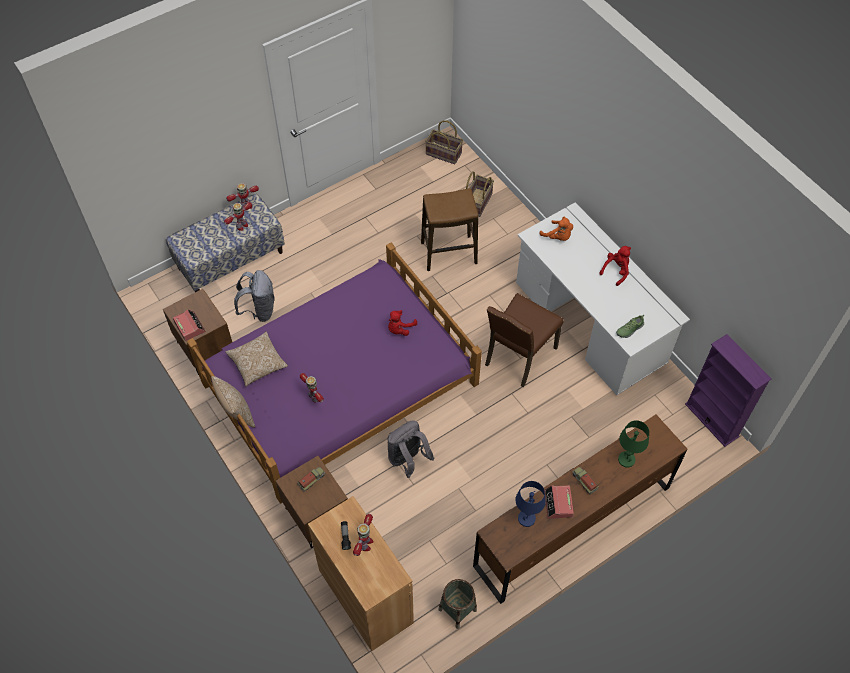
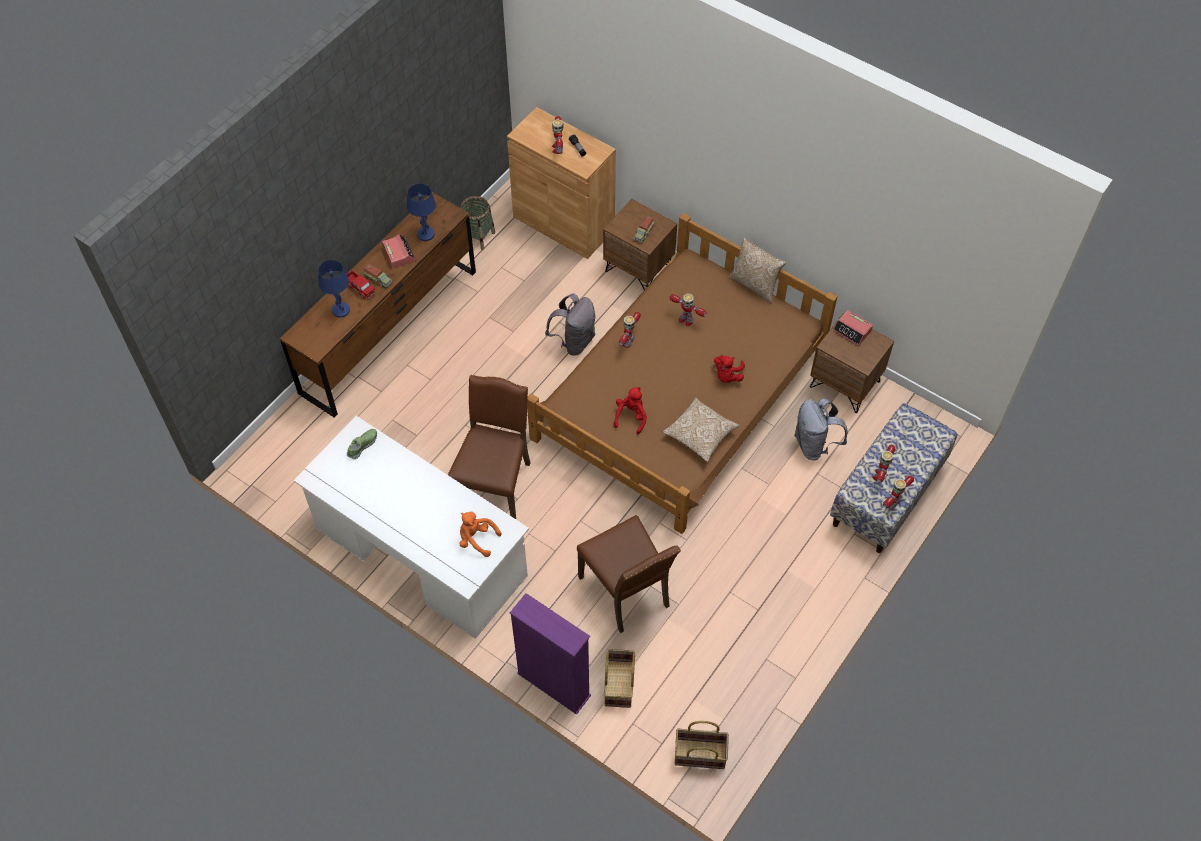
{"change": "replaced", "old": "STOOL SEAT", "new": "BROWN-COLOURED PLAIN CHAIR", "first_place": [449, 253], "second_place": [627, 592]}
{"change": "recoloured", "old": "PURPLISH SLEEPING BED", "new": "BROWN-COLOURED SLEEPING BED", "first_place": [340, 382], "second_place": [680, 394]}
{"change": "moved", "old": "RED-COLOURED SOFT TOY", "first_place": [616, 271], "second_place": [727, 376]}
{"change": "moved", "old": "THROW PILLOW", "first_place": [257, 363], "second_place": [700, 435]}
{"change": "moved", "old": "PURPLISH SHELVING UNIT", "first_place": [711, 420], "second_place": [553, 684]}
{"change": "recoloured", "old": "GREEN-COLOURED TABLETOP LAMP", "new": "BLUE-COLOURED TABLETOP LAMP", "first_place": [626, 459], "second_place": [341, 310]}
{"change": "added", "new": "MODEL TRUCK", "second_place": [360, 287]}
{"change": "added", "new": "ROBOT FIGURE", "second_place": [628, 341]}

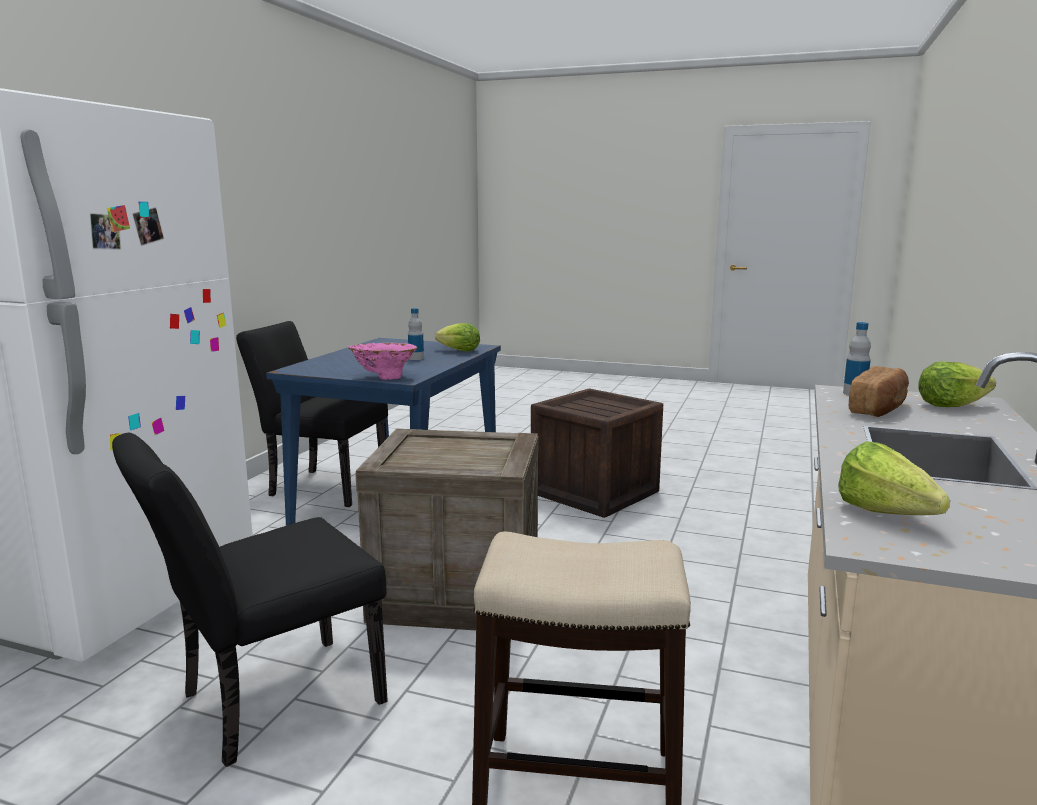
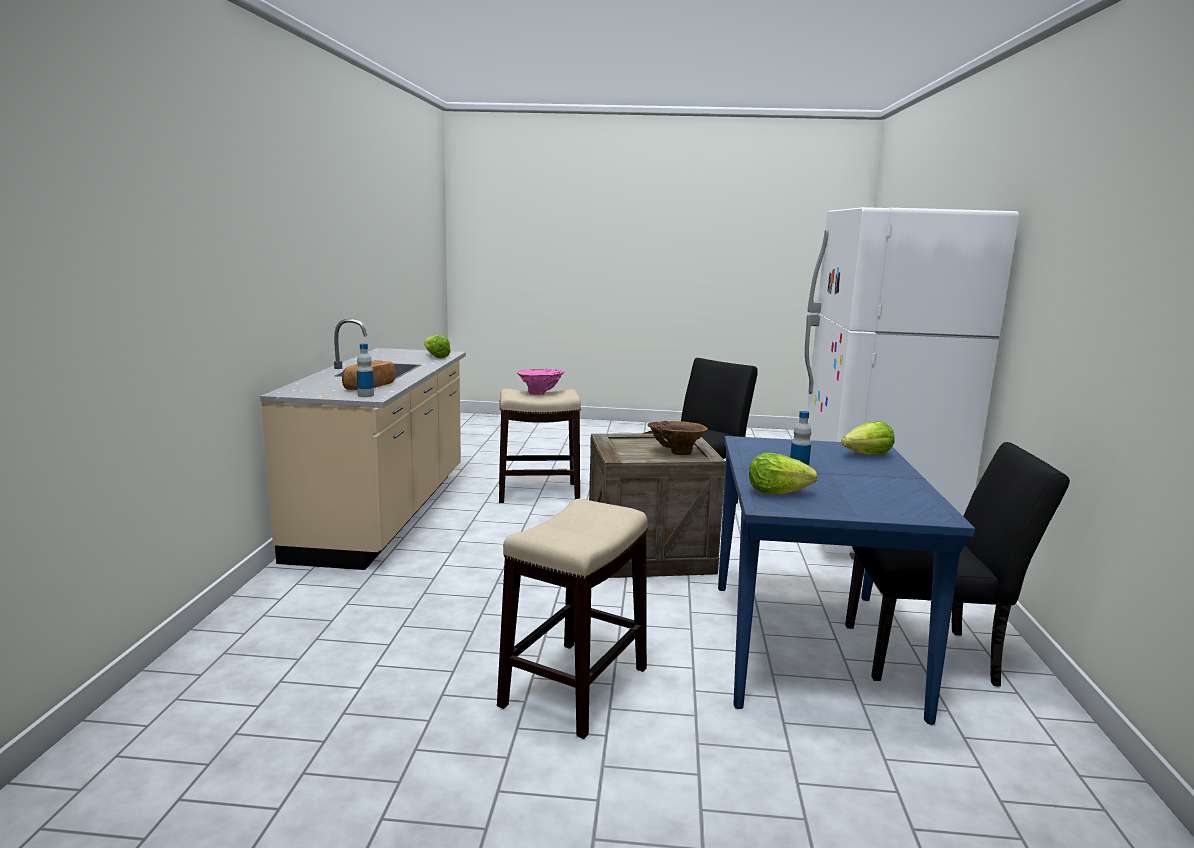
{"change": "moved", "old": "PINKISH VASE", "first_place": [384, 377], "second_place": [541, 394]}
{"change": "moved", "old": "HEAD OF LETTUCE", "first_place": [950, 405], "second_place": [868, 455]}
{"change": "replaced", "old": "SHIPPING CRATE", "new": "STOOL SEAT", "first_place": [595, 493], "second_place": [575, 686]}
{"change": "added", "new": "BROWN-COLOURED VASE", "second_place": [676, 452]}

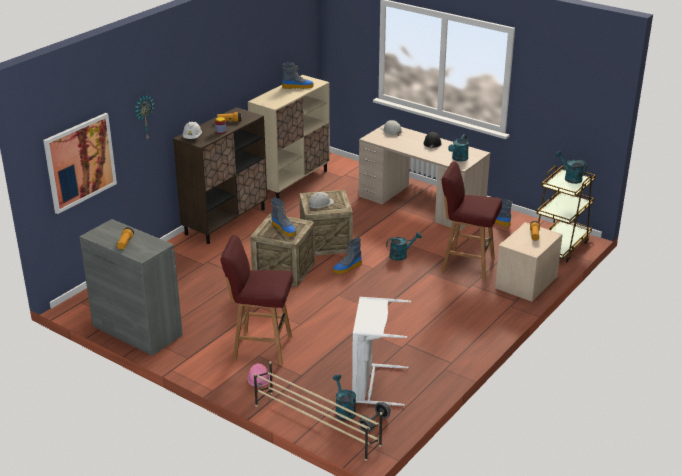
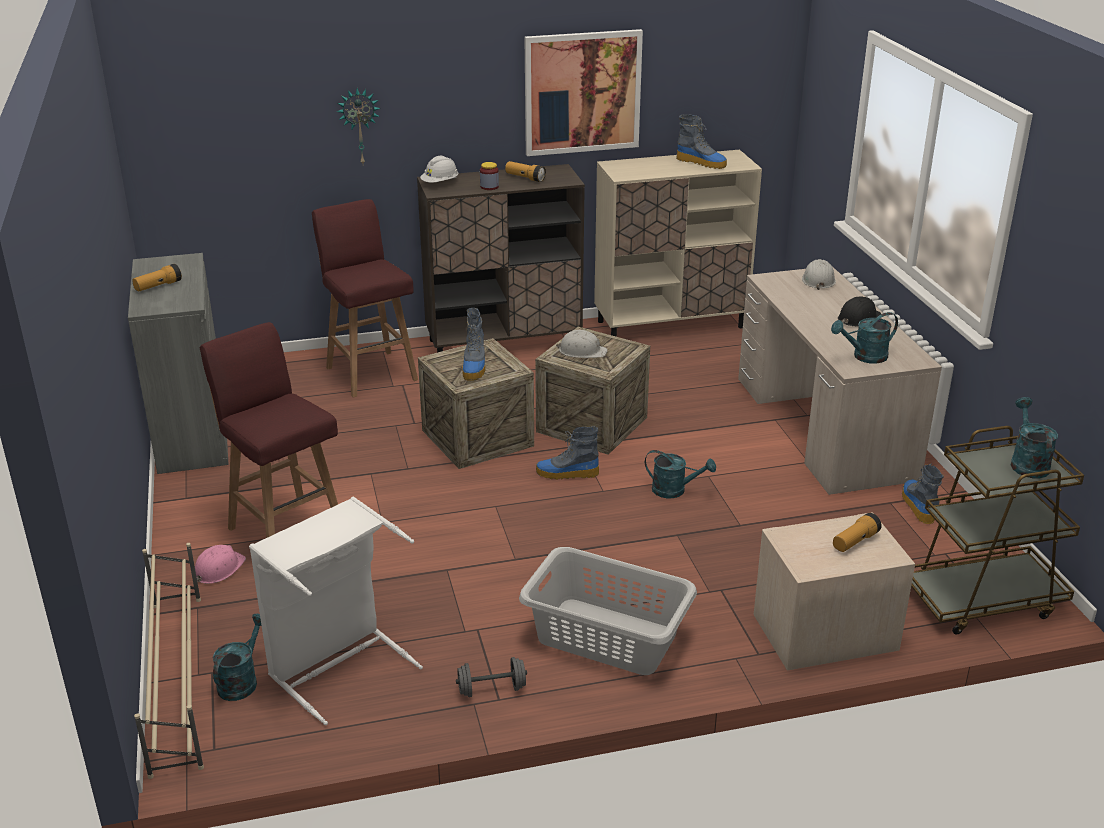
{"change": "moved", "old": "WALL ART", "first_place": [80, 162], "second_place": [582, 92]}
{"change": "moved", "old": "RED-COLOURED STOOL SEAT", "first_place": [466, 265], "second_place": [371, 372]}
{"change": "moved", "old": "GREY FREE WEIGHT", "first_place": [374, 423], "second_place": [492, 689]}
{"change": "added", "new": "GREY WASHING BASKET", "second_place": [607, 637]}

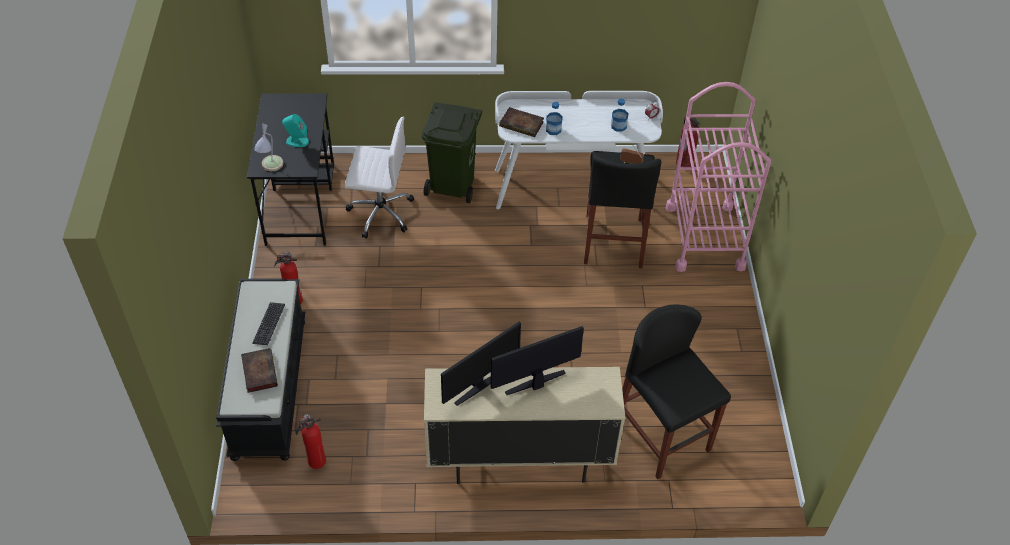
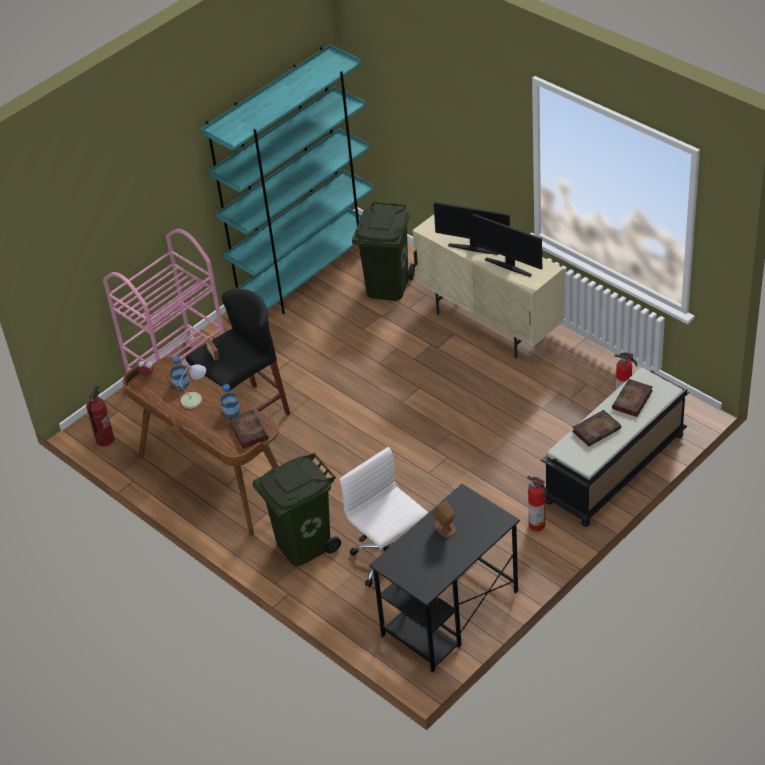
{"change": "recoloured", "old": "WHITE DESK TABLE", "new": "BROWN-COLOURED DESK TABLE", "first_place": [572, 187], "second_place": [214, 478]}
{"change": "recoloured", "old": "BLUE-GREEN AUDIO SPEAKER", "new": "BROWN-COLOURED AUDIO SPEAKER", "first_place": [297, 141], "second_place": [445, 528]}
{"change": "moved", "old": "TABLETOP LAMP", "first_place": [270, 167], "second_place": [196, 398]}
{"change": "replaced", "old": "KEYBOARD", "new": "BOOK", "first_place": [269, 324], "second_place": [597, 429]}
{"change": "replaced", "old": "BLACK STOOL SEAT", "new": "GREEN-COLOURED WASTE BIN", "first_place": [662, 436], "second_place": [386, 286]}
{"change": "turned", "old": "COMPUTER DISPLAY", "first_place": [479, 385], "second_place": [508, 266], "degrees": -150}
{"change": "added", "new": "BLUE-GREEN SHELVING UNIT", "second_place": [307, 274]}

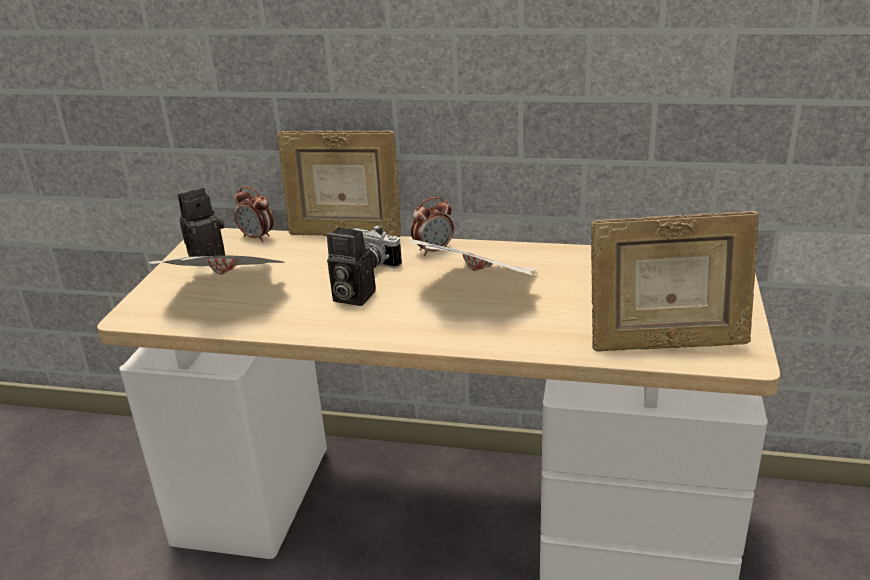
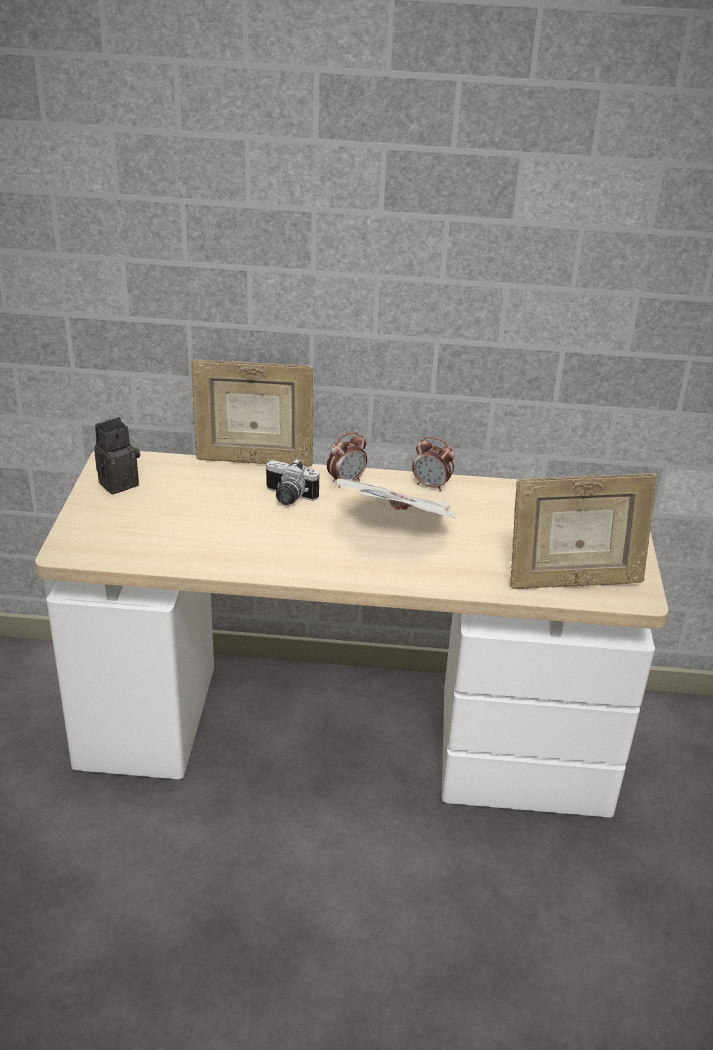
{"change": "moved", "old": "TABLE CLOCK", "first_place": [257, 237], "second_place": [431, 486]}
{"change": "removed", "old": "PHOTO CAMERA", "first_place": [350, 297]}
{"change": "removed", "old": "NEWSPAPER", "first_place": [229, 292]}

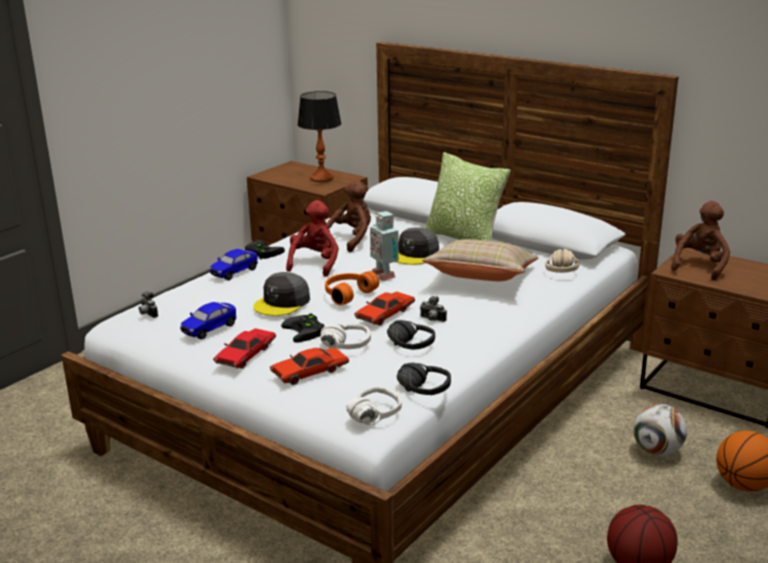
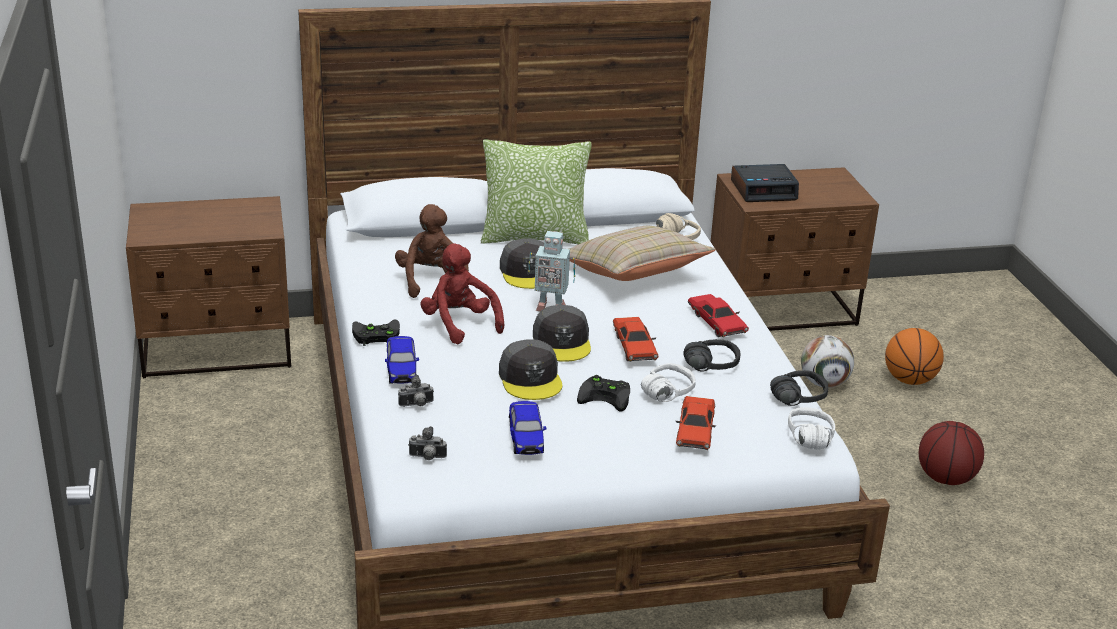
{"change": "removed", "old": "TABLETOP LAMP", "first_place": [321, 178]}
{"change": "replaced", "old": "BROWN-COLOURED SOFT TOY", "new": "TABLE CLOCK", "first_place": [699, 266], "second_place": [764, 190]}
{"change": "replaced", "old": "ORANGEY HEADSET", "new": "GREY PEAKED CAP", "first_place": [347, 294], "second_place": [562, 342]}
{"change": "moved", "old": "PHOTO CAMERA", "first_place": [432, 320], "second_place": [416, 405]}
{"change": "moved", "old": "RED-COLOURED MINIATURE CAR", "first_place": [246, 355], "second_place": [716, 323]}

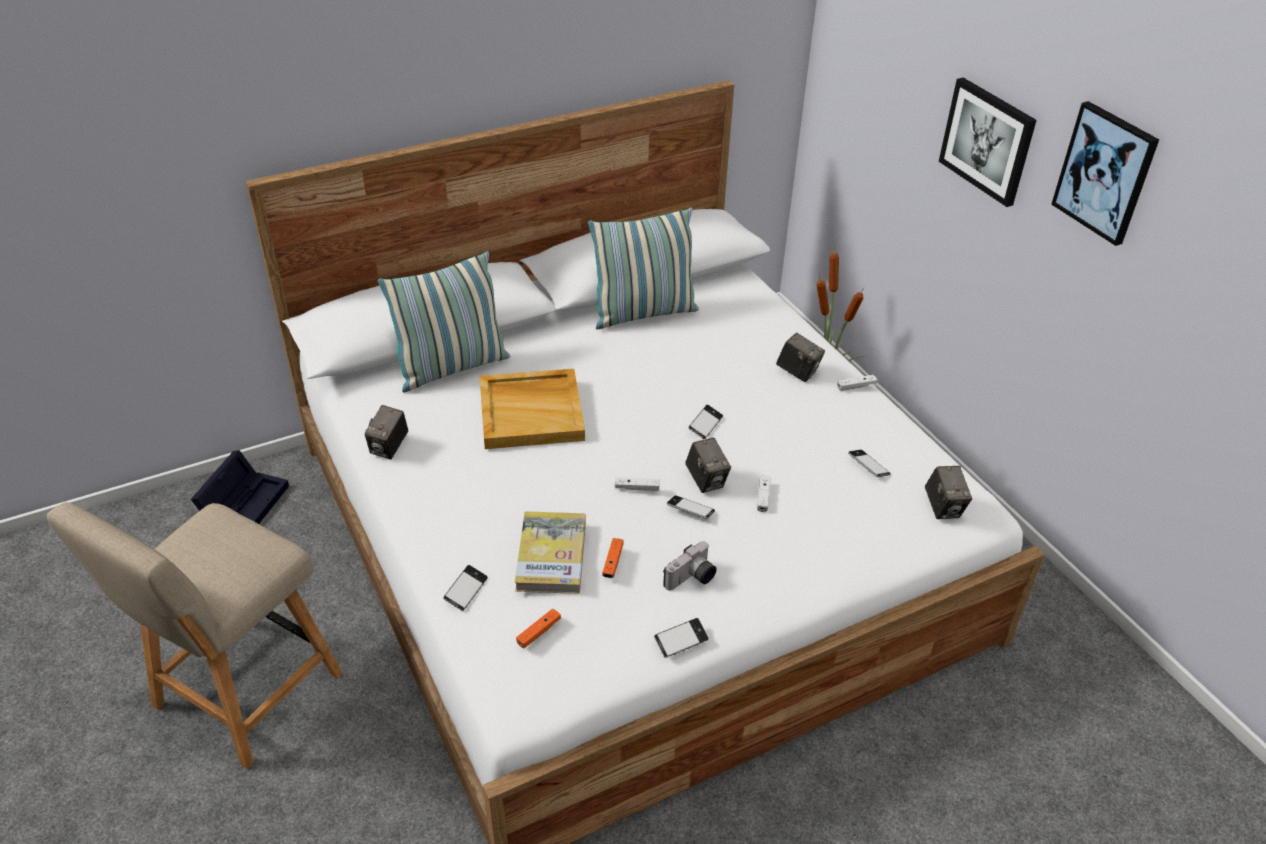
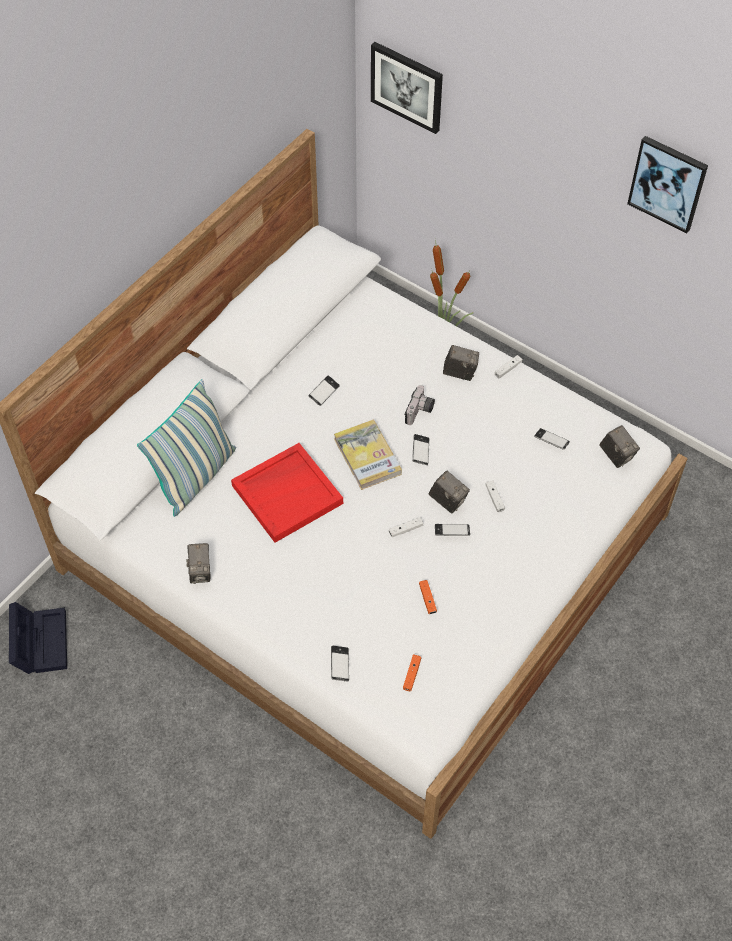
{"change": "moved", "old": "WALL ART", "first_place": [988, 141], "second_place": [407, 86]}
{"change": "removed", "old": "THROW PILLOW", "first_place": [643, 313]}
{"change": "recoloured", "old": "BEIGE TRAY", "new": "RED-COLOURED TRAY", "first_place": [532, 412], "second_place": [287, 493]}
{"change": "removed", "old": "BEIGE PLAIN CHAIR", "first_place": [241, 696]}
{"change": "moved", "old": "BOOK", "first_place": [551, 555], "second_place": [367, 456]}
{"change": "moved", "old": "PHOTO CAMERA", "first_place": [692, 579], "second_place": [420, 412]}
{"change": "moved", "old": "HANDSET", "first_place": [681, 640], "second_place": [324, 392]}

